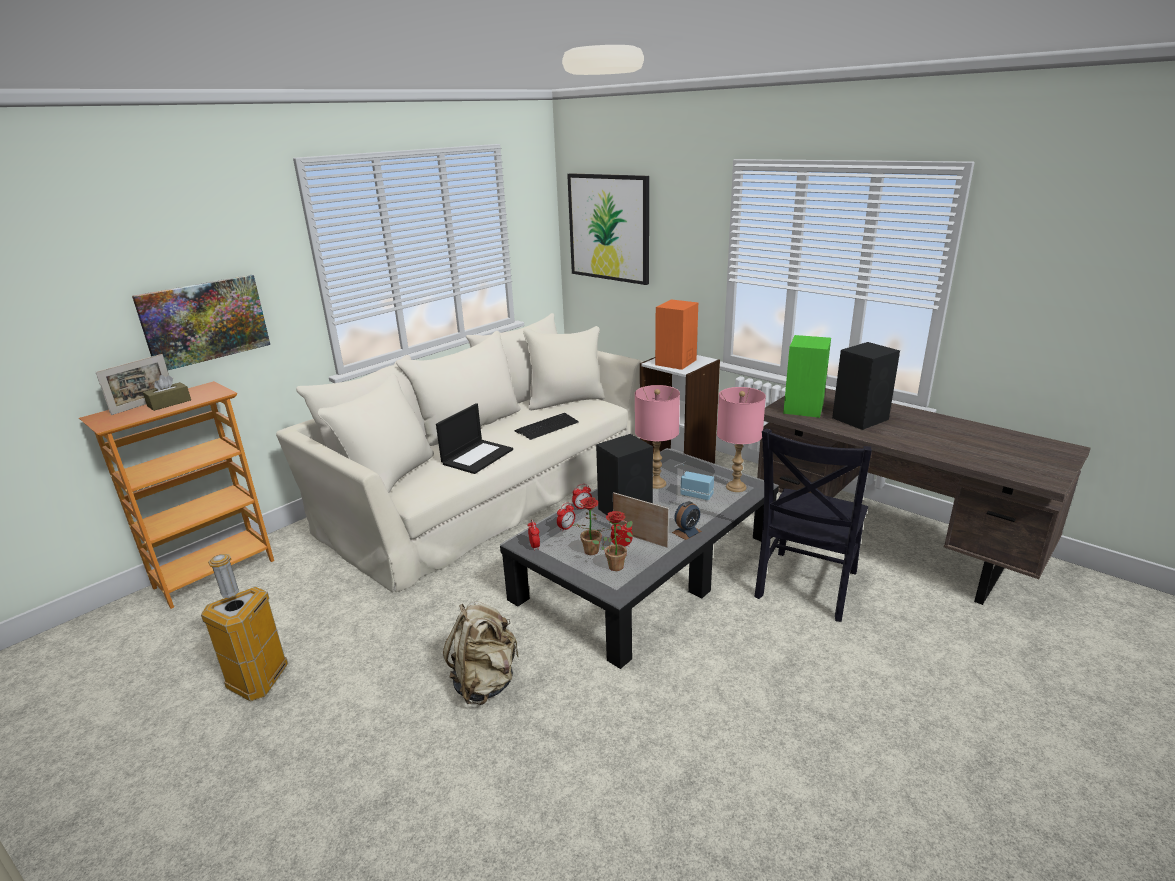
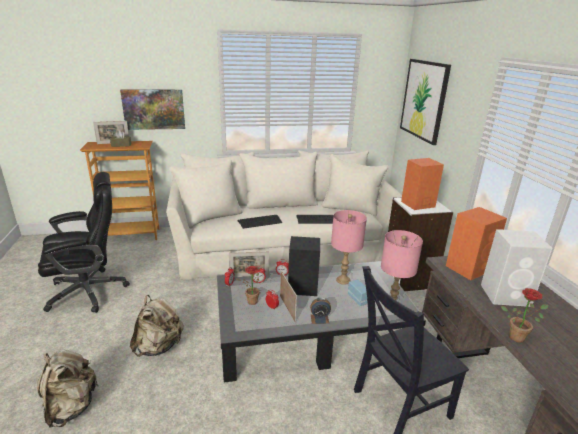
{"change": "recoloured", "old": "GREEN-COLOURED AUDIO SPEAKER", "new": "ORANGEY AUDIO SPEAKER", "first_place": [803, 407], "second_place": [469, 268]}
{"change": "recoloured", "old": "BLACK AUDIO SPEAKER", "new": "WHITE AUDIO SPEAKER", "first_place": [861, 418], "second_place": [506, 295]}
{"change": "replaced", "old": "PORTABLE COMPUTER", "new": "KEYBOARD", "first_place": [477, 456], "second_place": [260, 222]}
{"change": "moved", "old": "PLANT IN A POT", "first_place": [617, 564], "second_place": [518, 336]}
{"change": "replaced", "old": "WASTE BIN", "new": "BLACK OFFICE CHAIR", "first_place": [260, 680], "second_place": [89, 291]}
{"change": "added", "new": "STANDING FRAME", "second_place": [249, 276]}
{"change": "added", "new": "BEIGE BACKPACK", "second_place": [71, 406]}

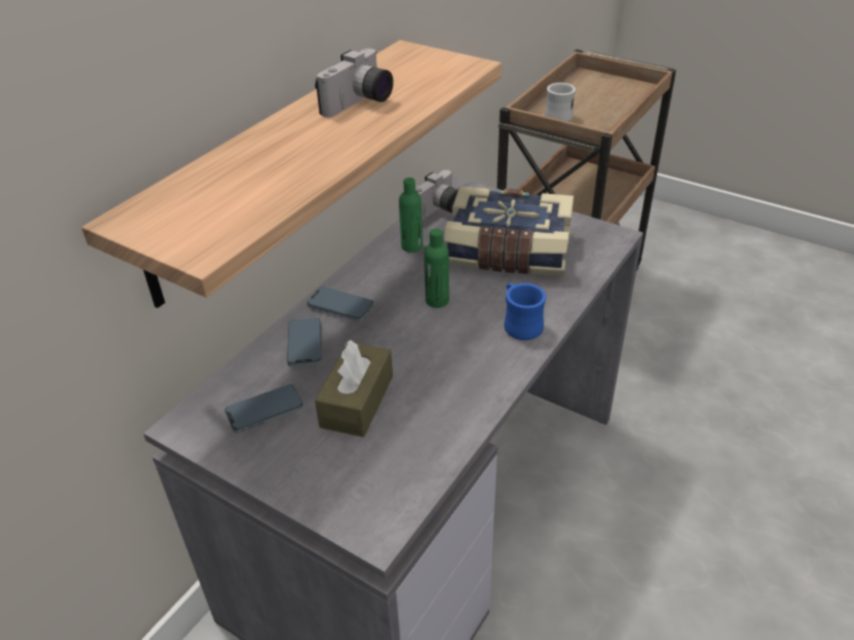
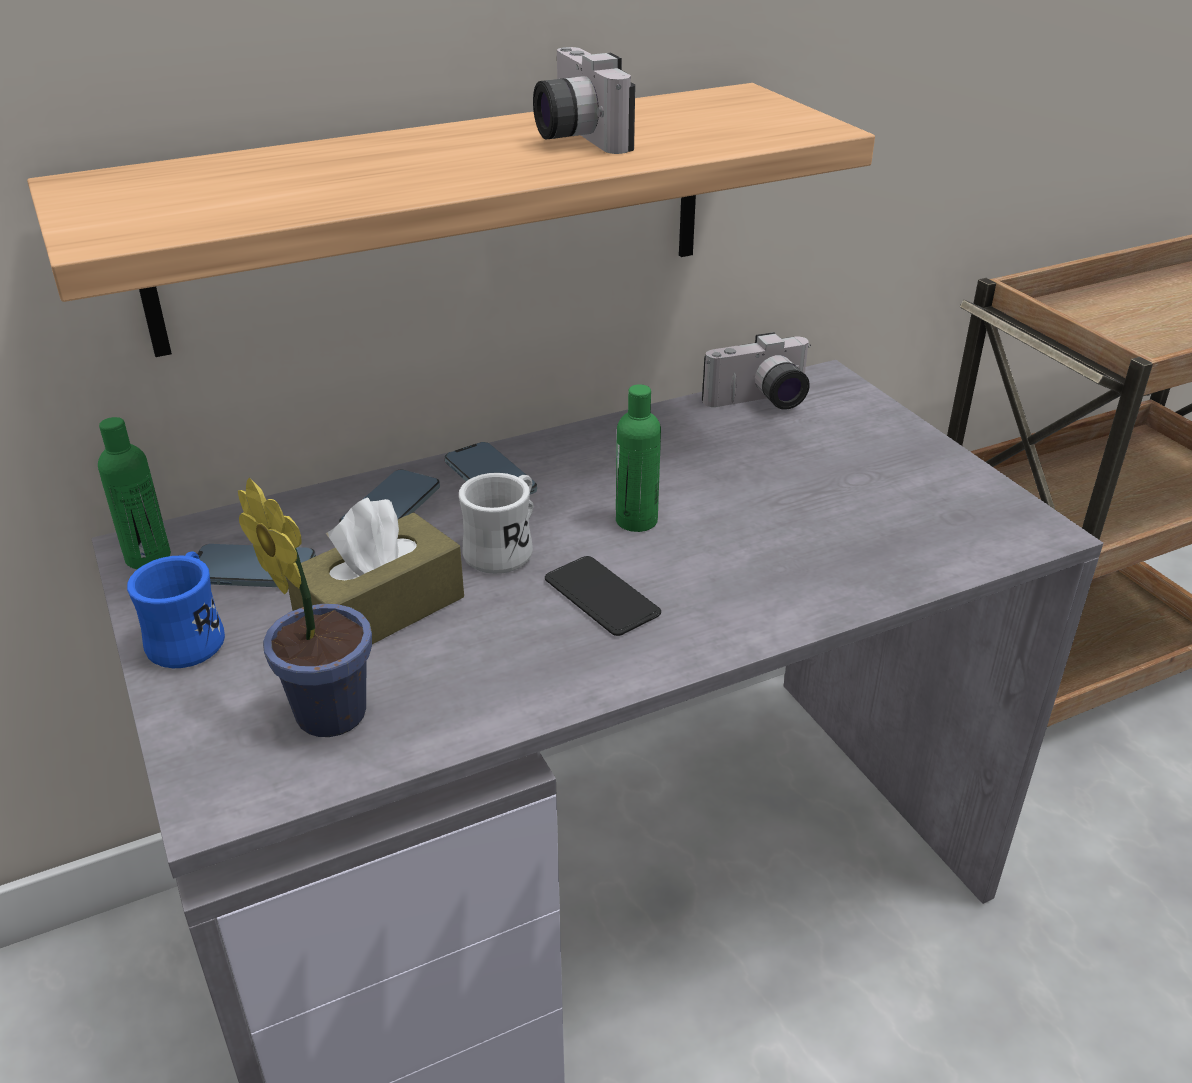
{"change": "turned", "old": "PHOTO CAMERA", "first_place": [360, 104], "second_place": [573, 136], "degrees": 90}
{"change": "moved", "old": "WHITE COFFEE MUG", "first_place": [558, 115], "second_place": [505, 549]}
{"change": "moved", "old": "GREEN-COLOURED BOTTLE", "first_place": [412, 246], "second_place": [148, 557]}
{"change": "removed", "old": "BOOK", "first_place": [508, 252]}
{"change": "moved", "old": "BLUE-COLOURED COFFEE MUG", "first_place": [519, 324], "second_place": [191, 637]}
{"change": "added", "new": "PLANT IN A POT", "second_place": [325, 709]}
{"change": "added", "new": "HANDSET", "second_place": [601, 597]}

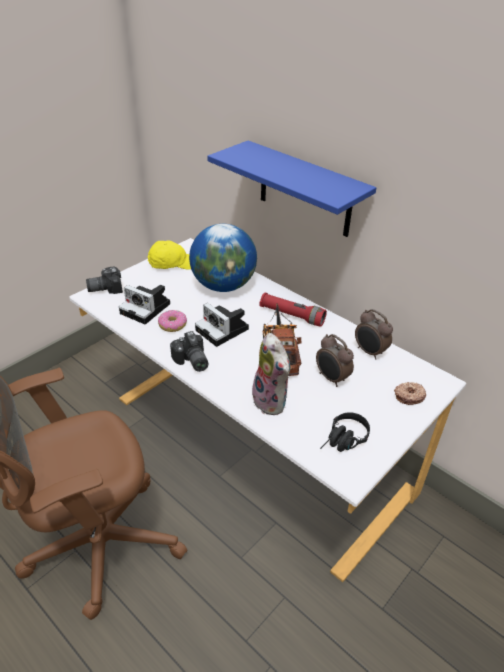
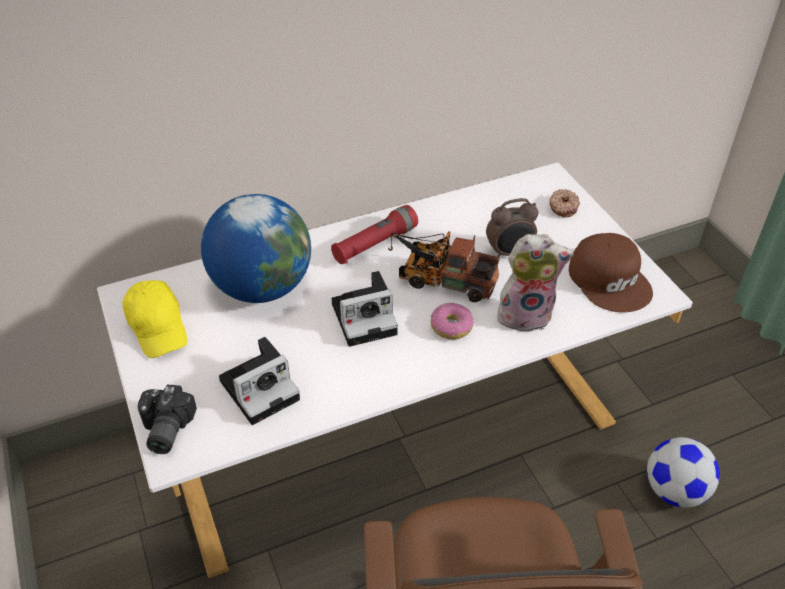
{"change": "removed", "old": "BLUE-COLOURED WALL SHELF", "first_place": [305, 190]}
{"change": "turned", "old": "YELLOW-COLOURED PEAKED CAP", "first_place": [172, 263], "second_place": [158, 327], "degrees": 135}
{"change": "removed", "old": "TABLE CLOCK", "first_place": [369, 352]}
{"change": "moved", "old": "DONUT", "first_place": [172, 325], "second_place": [451, 327]}
{"change": "removed", "old": "PHOTO CAMERA", "first_place": [191, 361]}
{"change": "replaced", "old": "BLACK HEADSET", "new": "BROWN-COLOURED PEAKED CAP", "first_place": [343, 442], "second_place": [610, 280]}
{"change": "added", "new": "BALL FOR FOOTBALL", "second_place": [675, 491]}

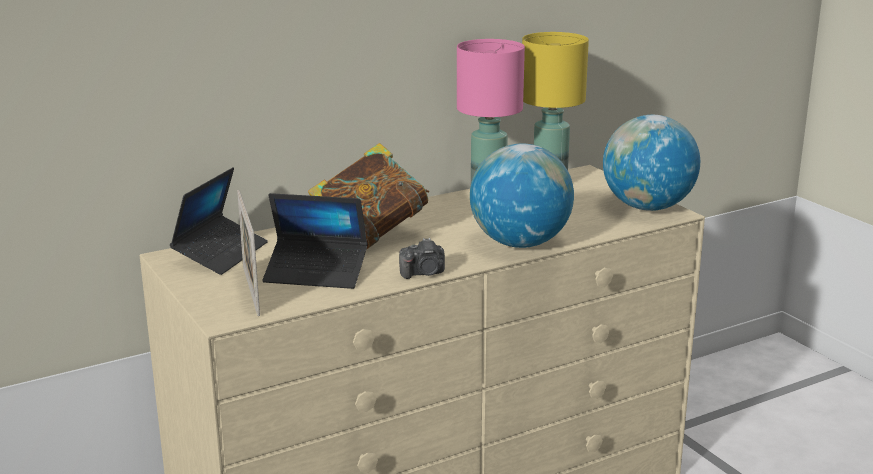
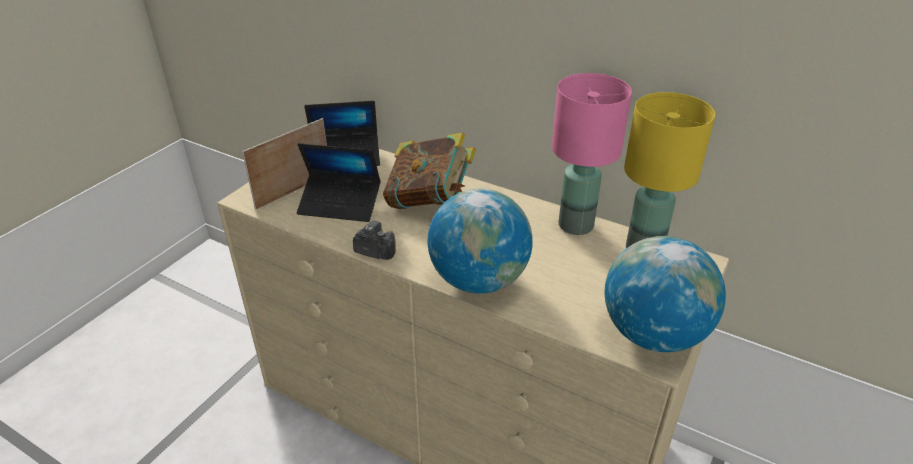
{"change": "turned", "old": "PORTABLE COMPUTER", "first_place": [316, 273], "second_place": [340, 204], "degrees": -60}
{"change": "turned", "old": "PHOTO CAMERA", "first_place": [424, 273], "second_place": [375, 251], "degrees": 150}

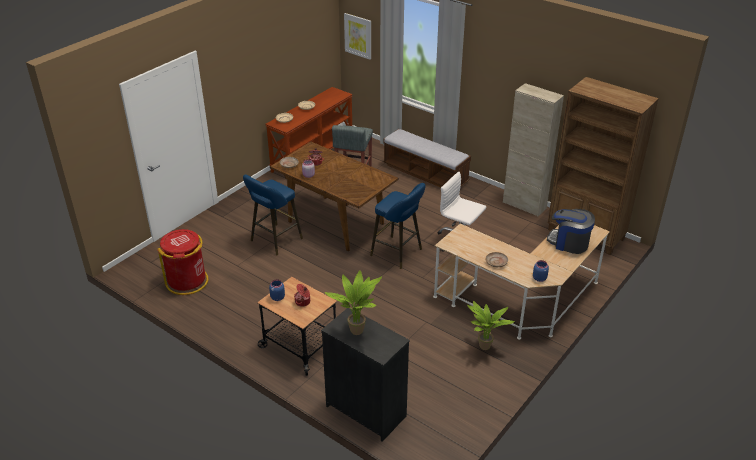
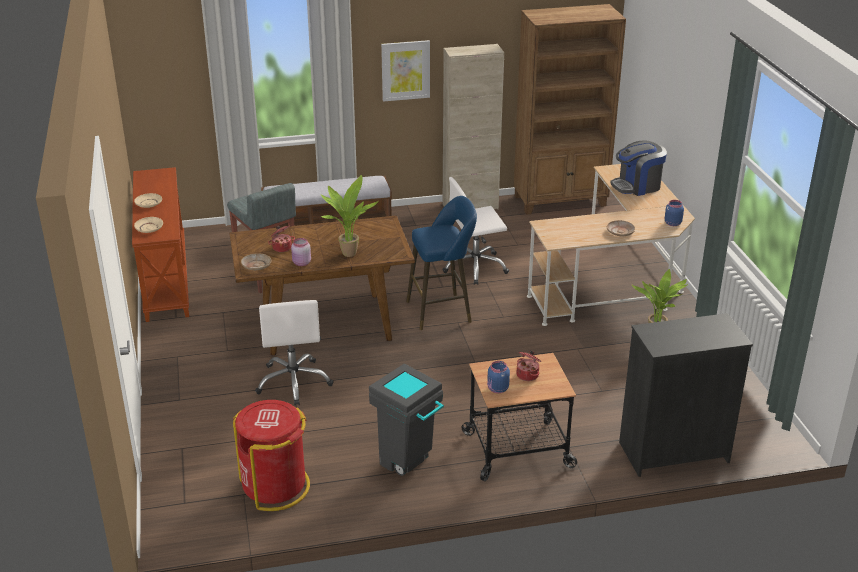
{"change": "moved", "old": "WALL ART", "first_place": [358, 36], "second_place": [405, 70]}
{"change": "replaced", "old": "BLUE-COLOURED STOOL SEAT", "new": "WHITE OFFICE CHAIR", "first_place": [274, 241], "second_place": [294, 382]}
{"change": "moved", "old": "PLANT IN A POT", "first_place": [357, 330], "second_place": [347, 253]}
{"change": "added", "new": "GREY WASTE BIN", "second_place": [409, 464]}

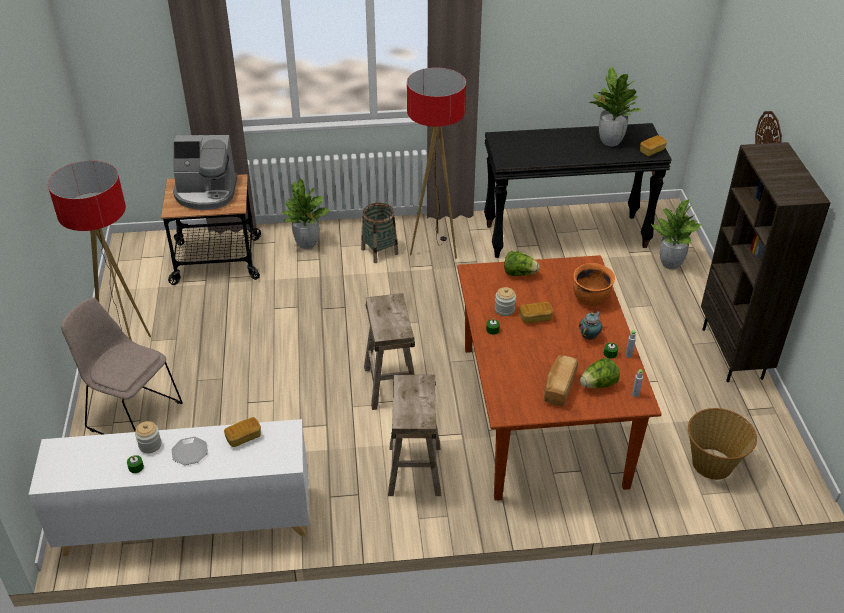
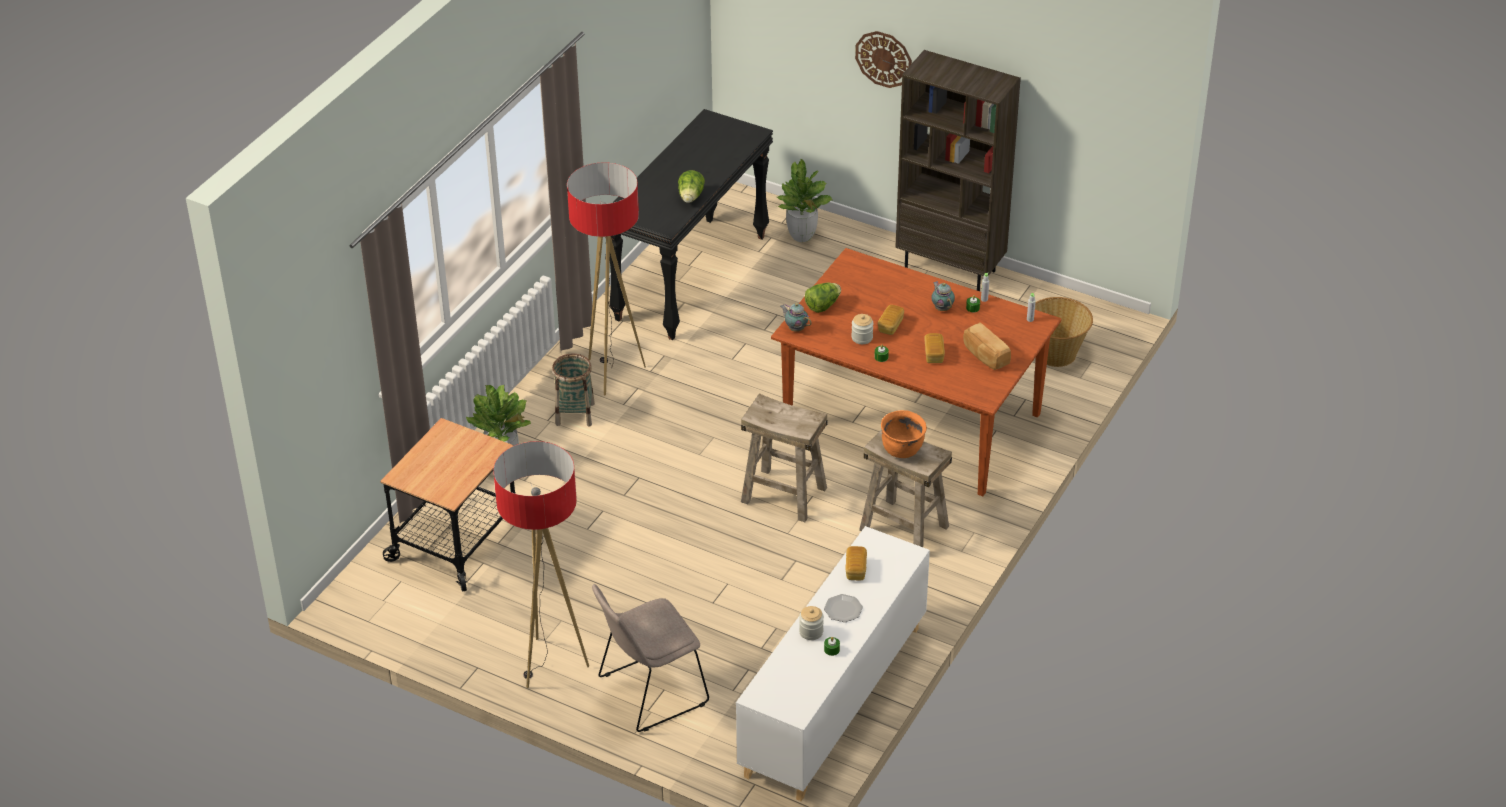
{"change": "removed", "old": "PLANT IN A POT", "first_place": [610, 141]}
{"change": "removed", "old": "COFFEE BREWER", "first_place": [206, 193]}
{"change": "moved", "old": "BREAD", "first_place": [652, 151], "second_place": [934, 354]}
{"change": "moved", "old": "ORANGEY COOKING POT", "first_place": [591, 299], "second_place": [902, 450]}
{"change": "moved", "old": "HEAD OF LETTUCE", "first_place": [598, 384], "second_place": [691, 197]}
{"change": "added", "new": "POT FOR TEA", "second_place": [795, 328]}

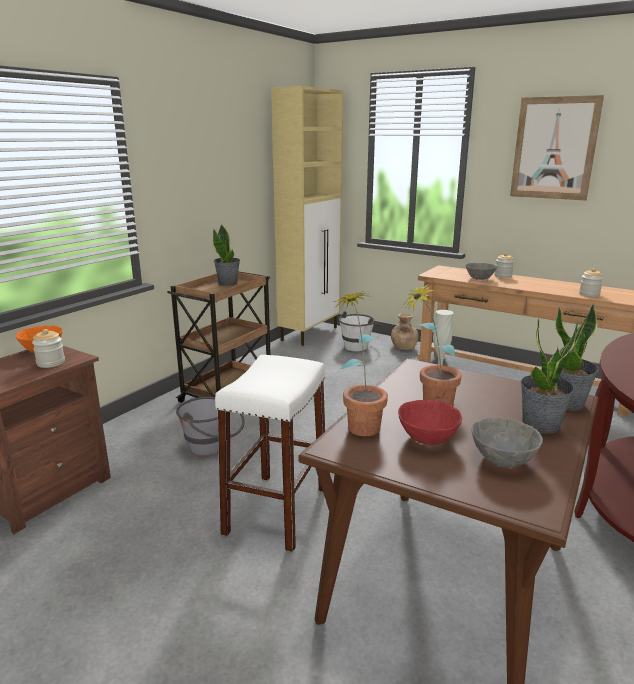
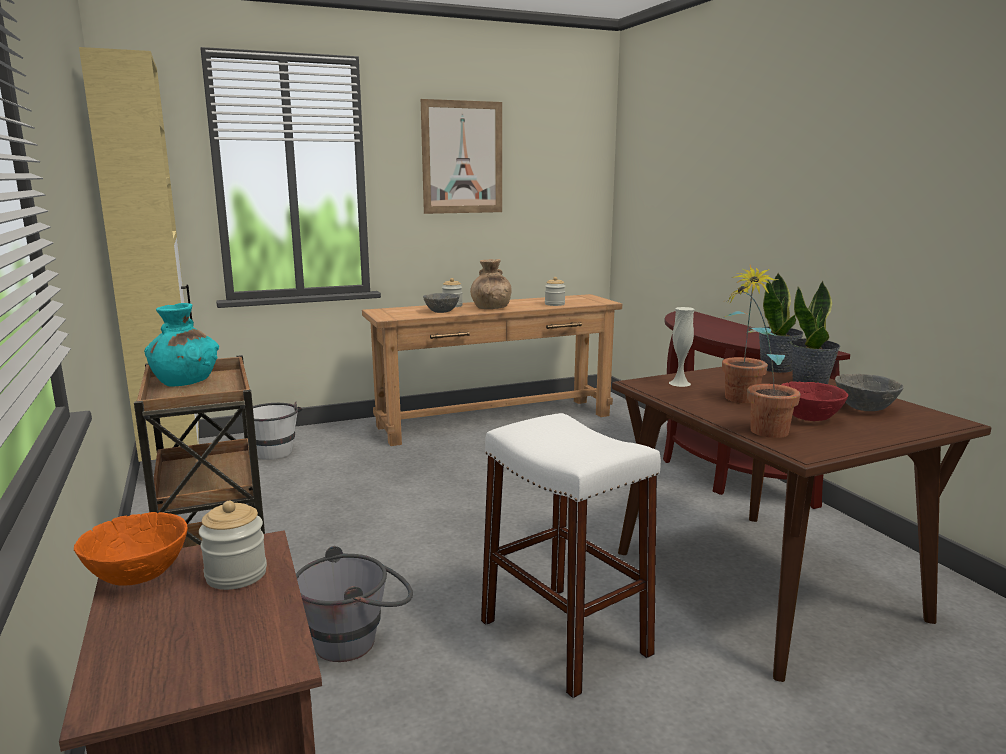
{"change": "replaced", "old": "PLANT IN A POT", "new": "BLUE-GREEN VASE", "first_place": [228, 283], "second_place": [185, 381]}
{"change": "moved", "old": "BROWN-COLOURED VASE", "first_place": [403, 347], "second_place": [491, 308]}

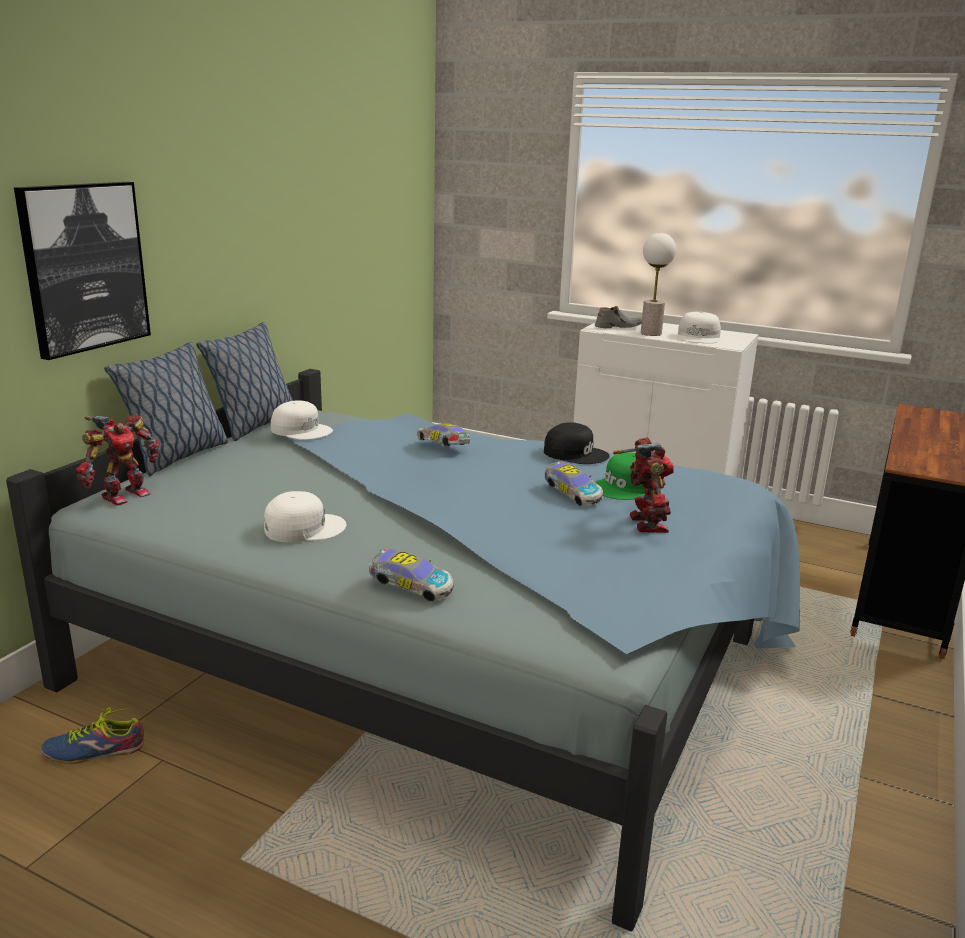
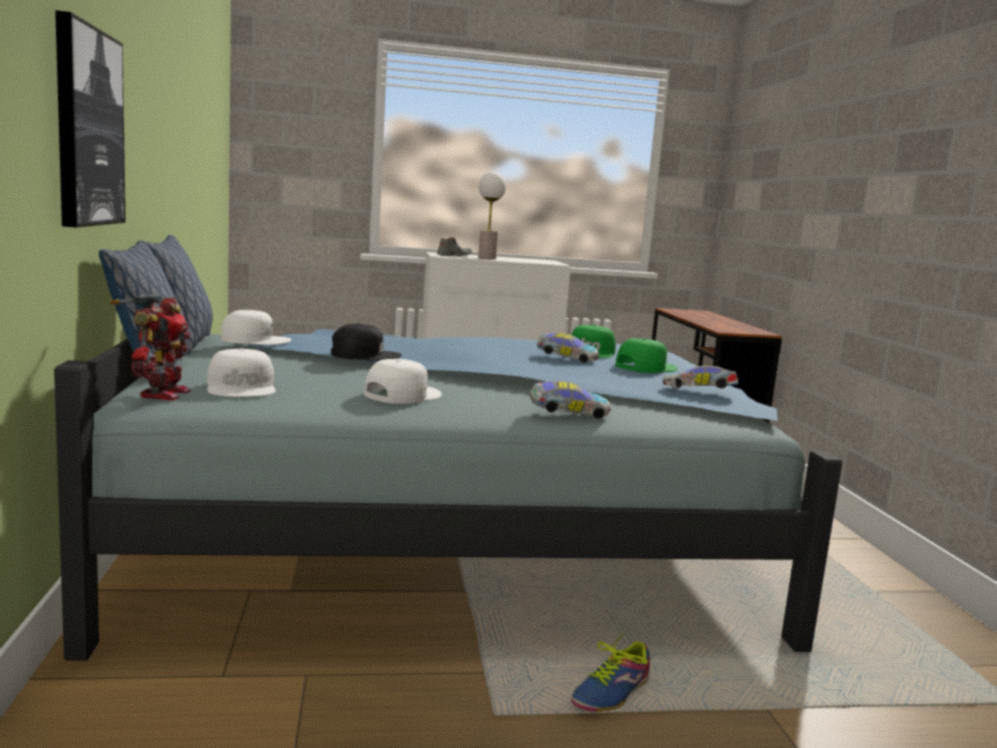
{"change": "moved", "old": "WHITE PEAKED CAP", "first_place": [699, 337], "second_place": [242, 388]}
{"change": "moved", "old": "BLACK PEAKED CAP", "first_place": [575, 453], "second_place": [365, 355]}
{"change": "moved", "old": "MINIATURE CAR", "first_place": [444, 446], "second_place": [700, 392]}
{"change": "replaced", "old": "ROBOT FIGURE", "new": "GREEN-COLOURED PEAKED CAP", "first_place": [644, 524], "second_place": [645, 367]}
{"change": "moved", "old": "LOW SHOE", "first_place": [95, 751], "second_place": [612, 692]}

